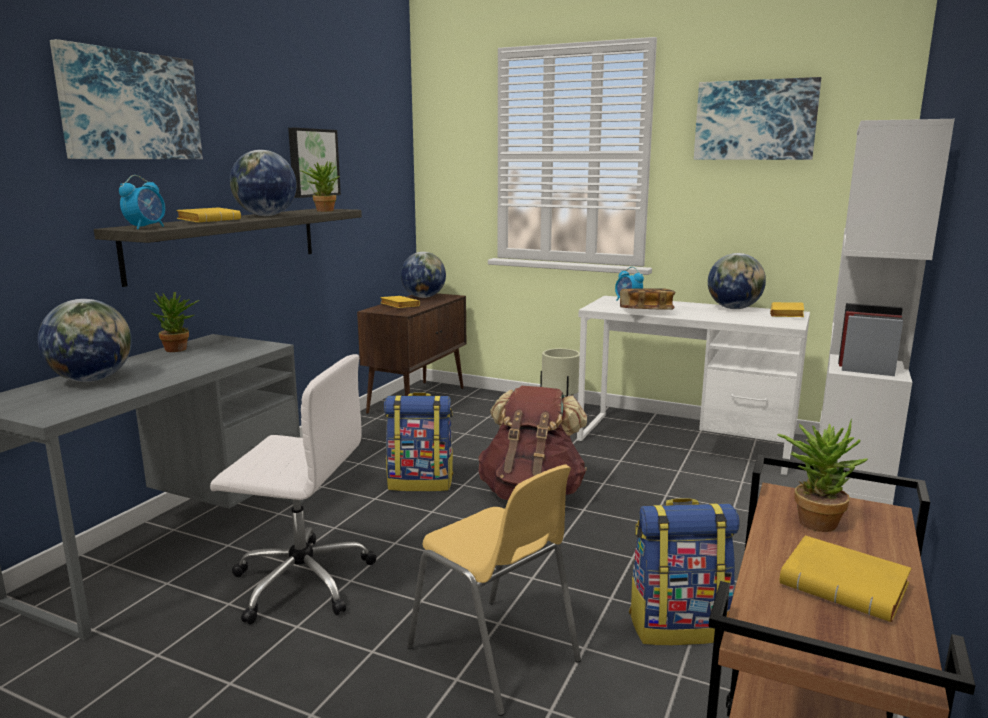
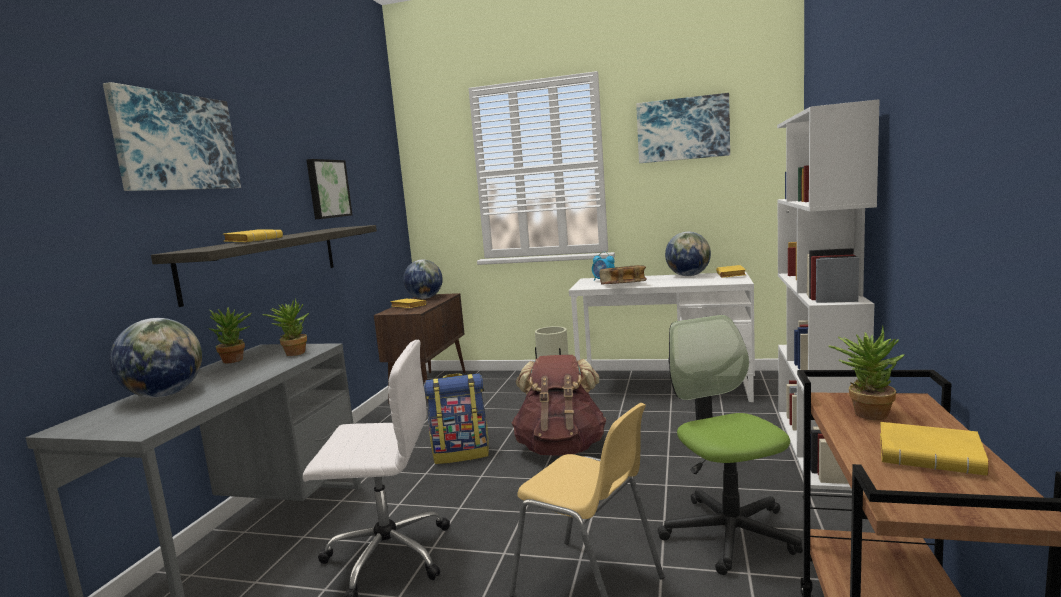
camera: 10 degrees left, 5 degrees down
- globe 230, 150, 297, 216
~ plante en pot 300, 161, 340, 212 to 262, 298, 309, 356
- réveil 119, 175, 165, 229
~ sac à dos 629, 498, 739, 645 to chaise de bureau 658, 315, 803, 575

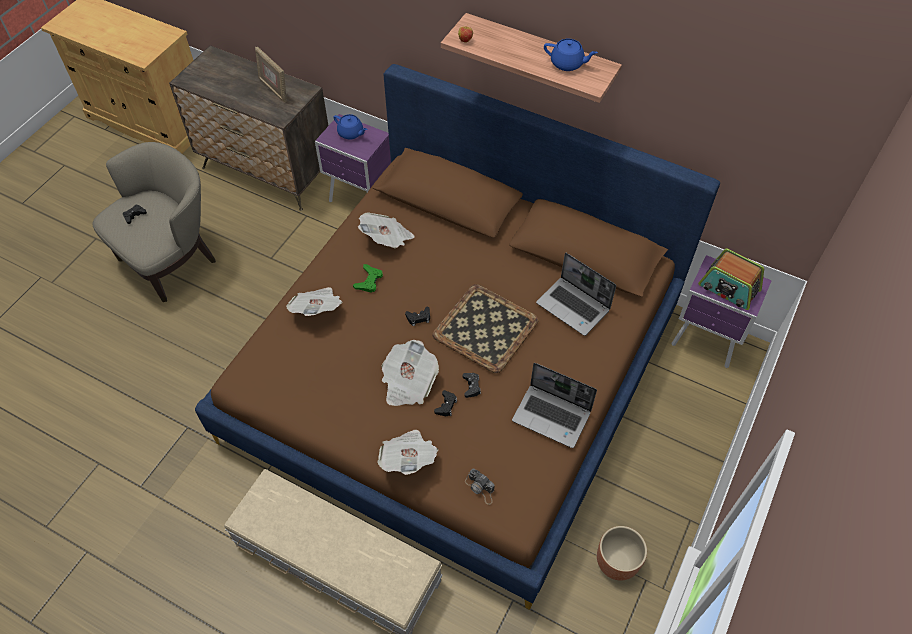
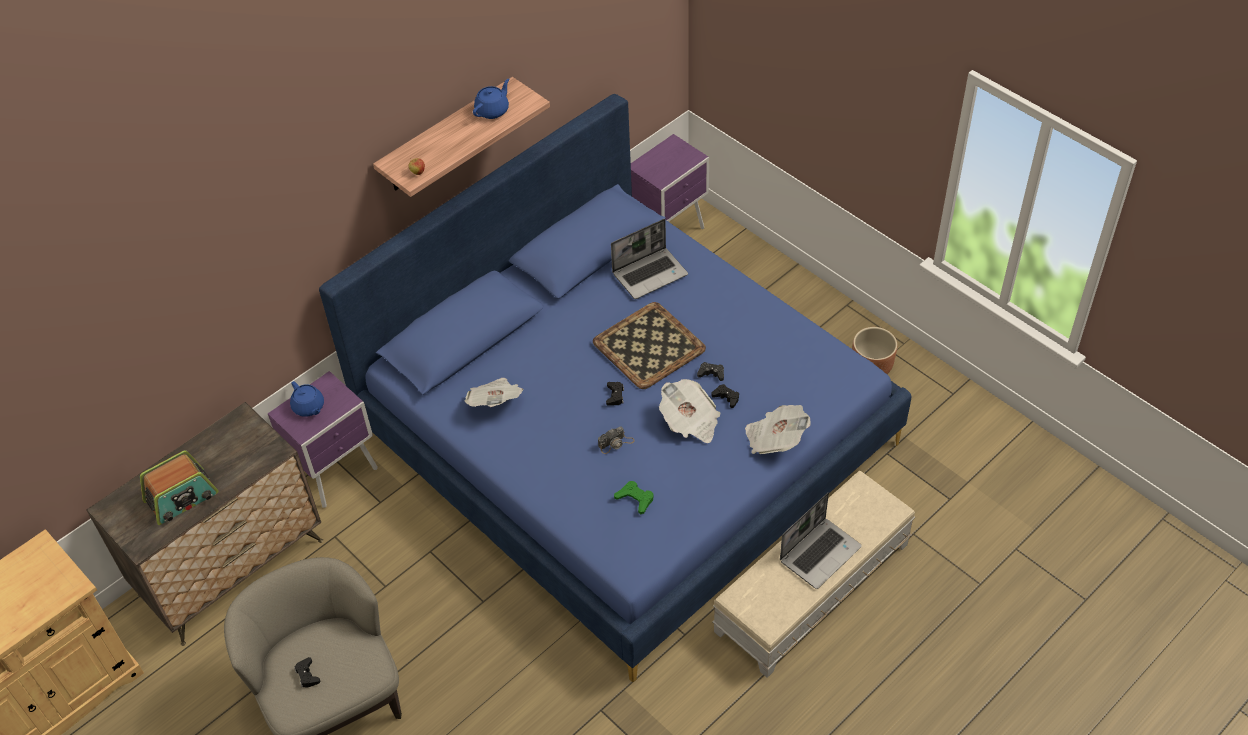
camera: 70 degrees left, 5 degrees down
- cadre photo 255, 47, 287, 103
~ lit/marron 195, 64, 720, 610 to lit/bleu 319, 94, 912, 682
~ théière/bleu 333, 114, 367, 140 = 290, 381, 324, 417 90 degrees clockwise
~ radio 698, 249, 764, 310 to 140, 450, 219, 525
~ manette/vert 353, 264, 383, 293 to 614, 481, 654, 514
- journal 286, 287, 343, 316
~ ordinateur portable 512, 363, 597, 448 to 780, 493, 862, 589
~ appareil photo 465, 469, 495, 505 to 598, 427, 635, 454

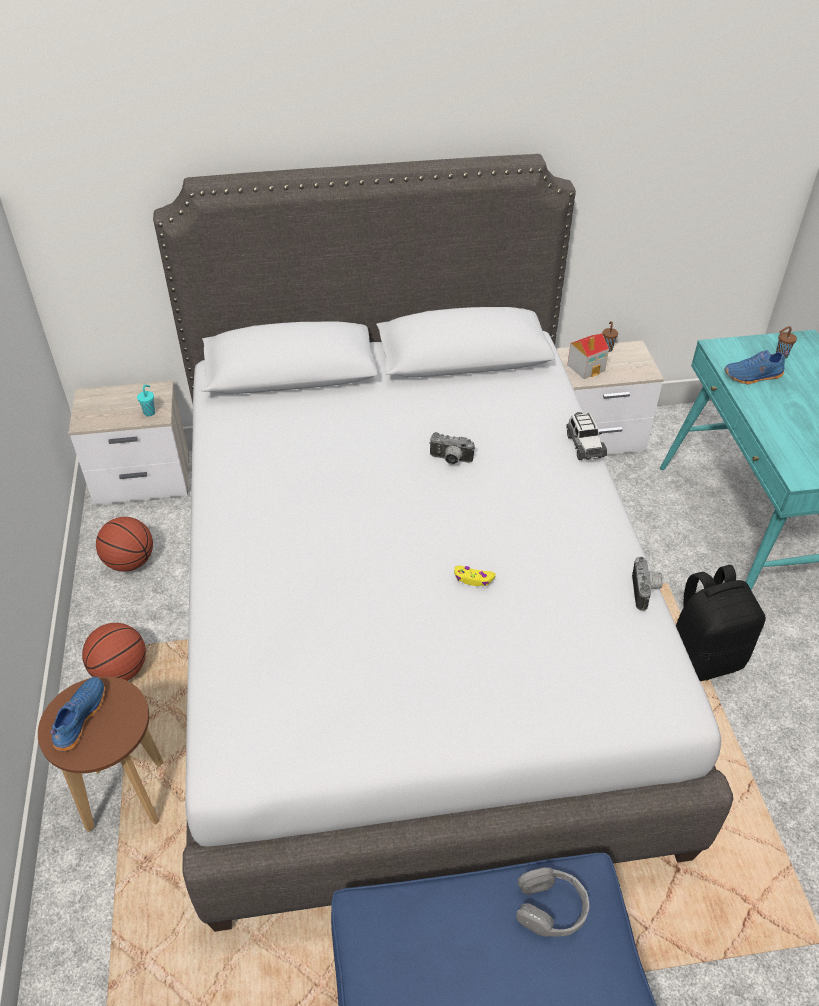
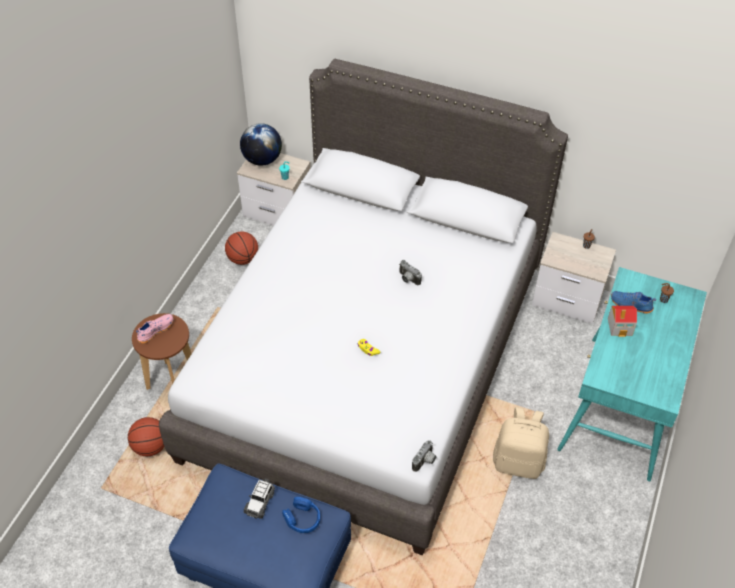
camera: 30 degrees right, 5 degrees up
~ maison miniature 567, 333, 609, 379 to 608, 306, 637, 337
~ petite voiture 566, 412, 607, 460 to 244, 479, 275, 519
~ appareil photo 632, 556, 663, 611 to 412, 440, 436, 472
~ sac à dos/noir 676, 565, 766, 681 to sac à dos/beige 493, 407, 549, 479
~ ballon de basket 82, 623, 146, 681 to 128, 417, 164, 456
~ chaussure/bleu 50, 677, 105, 751 to chaussure/rose 136, 314, 173, 343
~ casque audio/gris 516, 867, 590, 937 to casque audio/bleu 282, 497, 320, 533
+ globe 240, 123, 282, 166

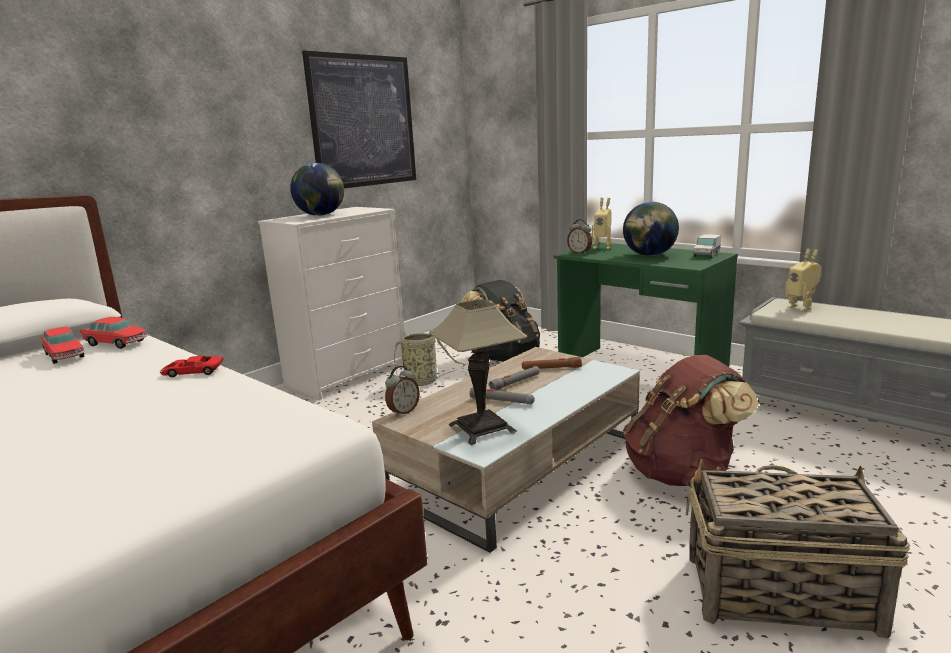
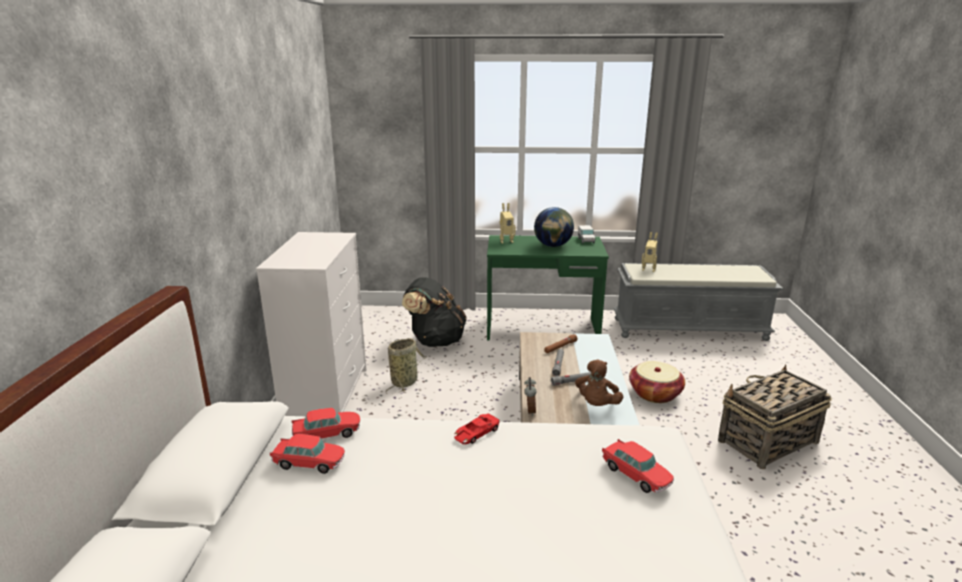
camera: 40 degrees left, 5 degrees up
- tableau 302, 51, 416, 188
- globe 290, 163, 344, 216
- réveil 567, 219, 592, 254
~ lampe de table 429, 299, 528, 445 to peluche/marron 575, 359, 623, 406
~ sac à dos/marron 623, 355, 759, 487 to panier 629, 361, 685, 403
+ petite voiture 602, 439, 674, 493

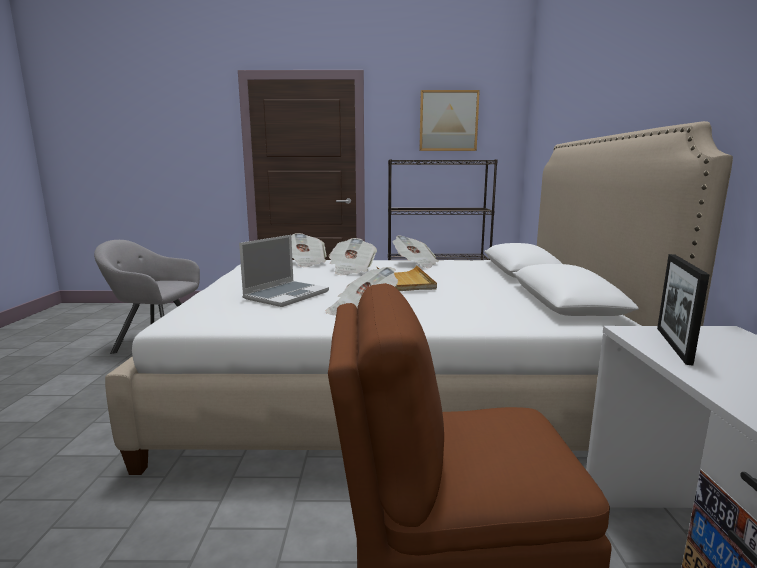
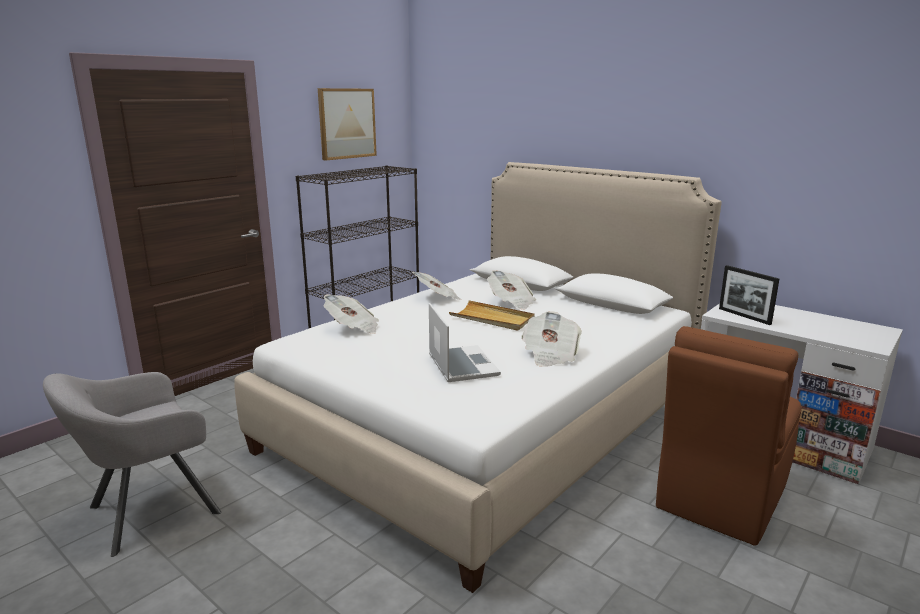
camera: 50 degrees left, 5 degrees up
~ journal 329, 238, 377, 275 to 487, 270, 536, 310

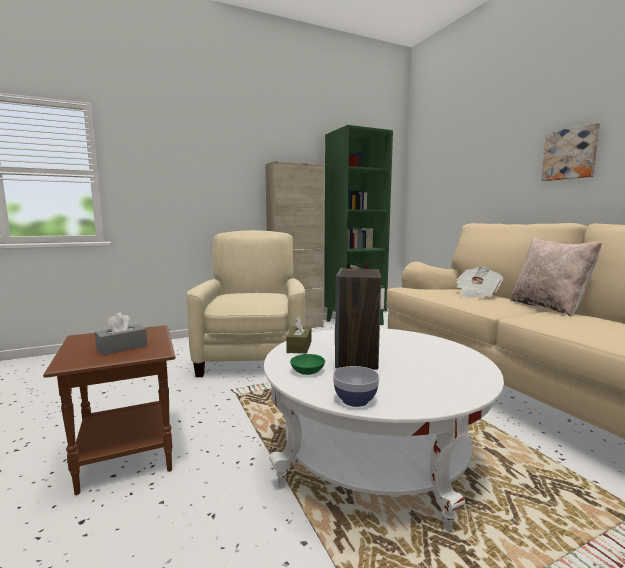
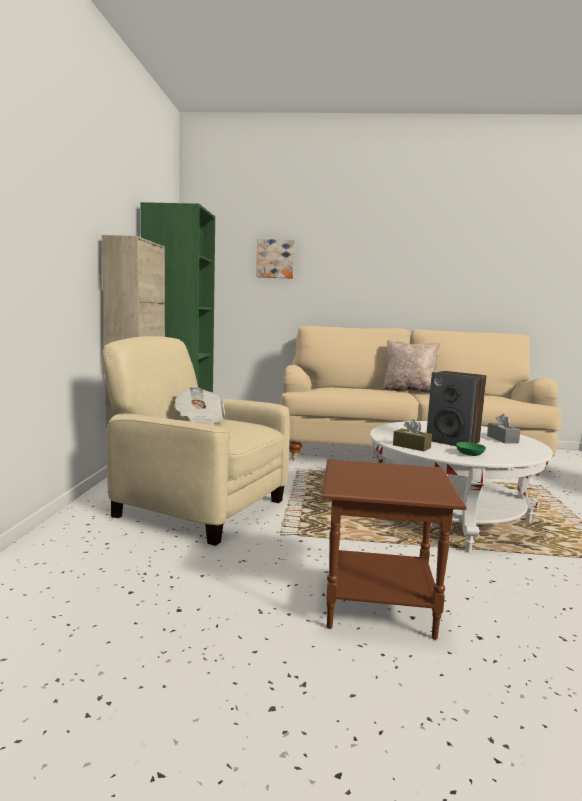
camera: 60 degrees left, 0 degrees up
~ tableau 541, 123, 600, 181 to 256, 239, 295, 279
~ journal 456, 267, 504, 298 to 174, 387, 225, 425
~ boîte à mouchoirs/gris 95, 312, 147, 355 to 487, 414, 520, 443
- bol 333, 366, 379, 407

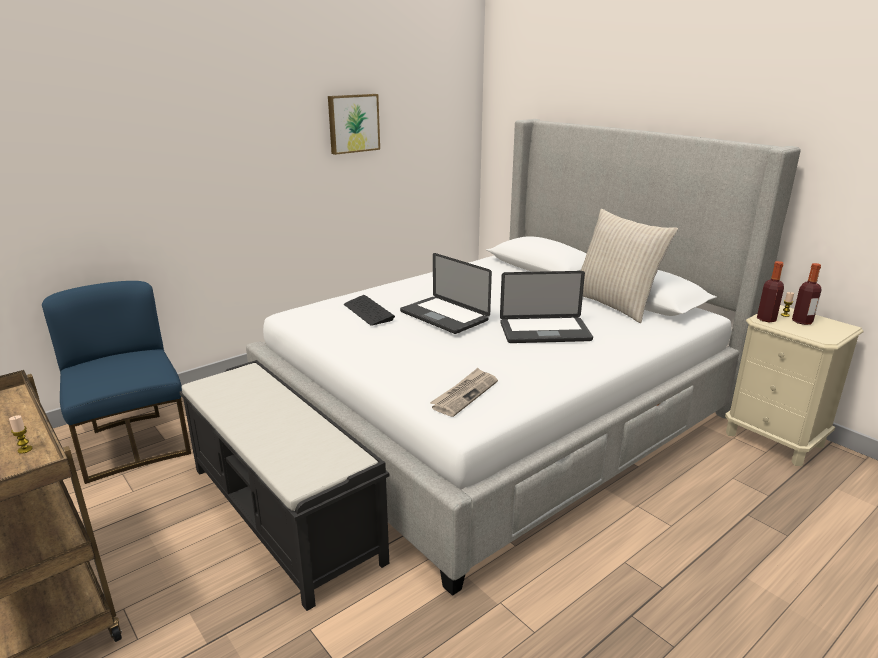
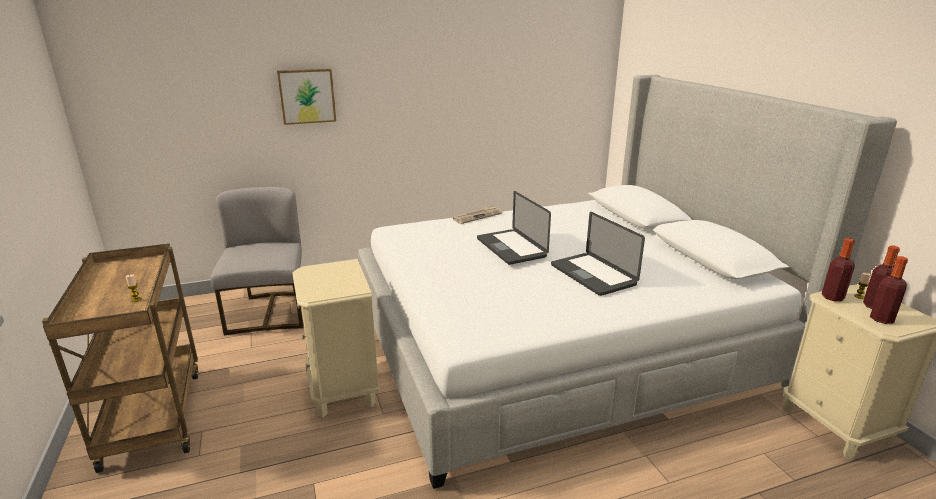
camera: 20 degrees right, 0 degrees up
~ tableau 328, 94, 380, 155 to 277, 69, 336, 125
- coussin/beige 581, 209, 678, 323
~ ordinateur portable 500, 271, 593, 343 = 551, 212, 645, 296 45 degrees clockwise
~ chaise/bleu 42, 281, 191, 484 to chaise/gris 211, 187, 304, 335
- clavier 344, 295, 395, 326
~ banc/noir 179, 360, 389, 611 to table de chevet/beige 292, 259, 380, 418
~ journal 430, 368, 498, 417 to 453, 205, 502, 224
+ bouteille 870, 256, 908, 324

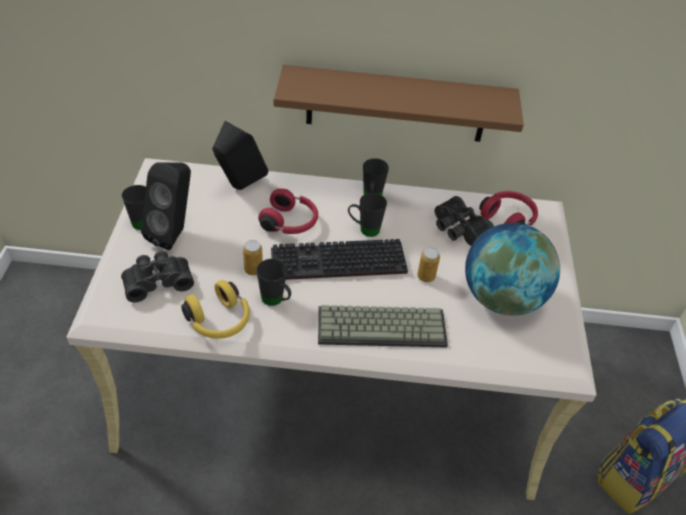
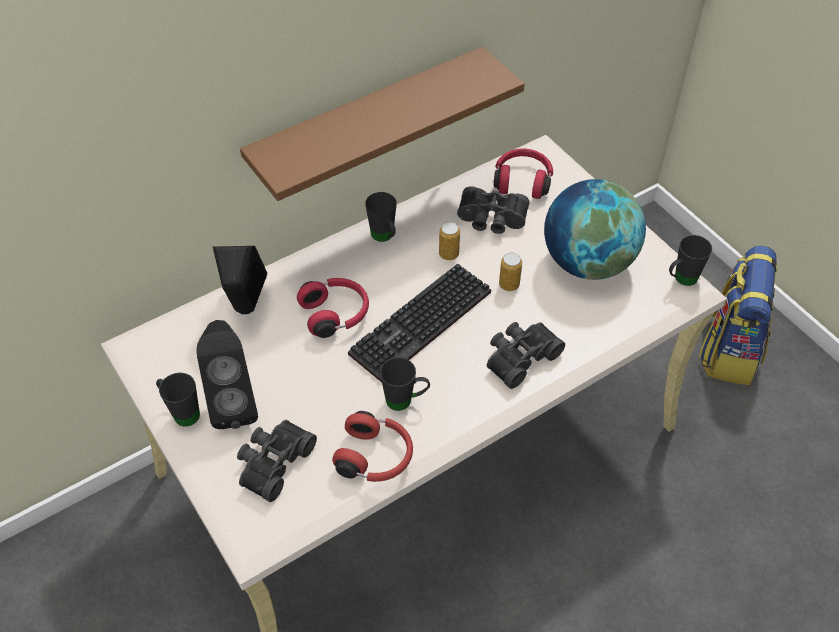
camera: 35 degrees left, 5 degrees up
~ mug/noir 348, 193, 387, 237 to 669, 235, 712, 286
~ boîte métallique 243, 240, 263, 275 to 439, 222, 460, 260
~ casque audio/jaune 181, 280, 250, 339 to casque audio/rouge 332, 411, 413, 482
~ clavier 318, 305, 448, 347 to jumelles/noir 487, 322, 565, 389

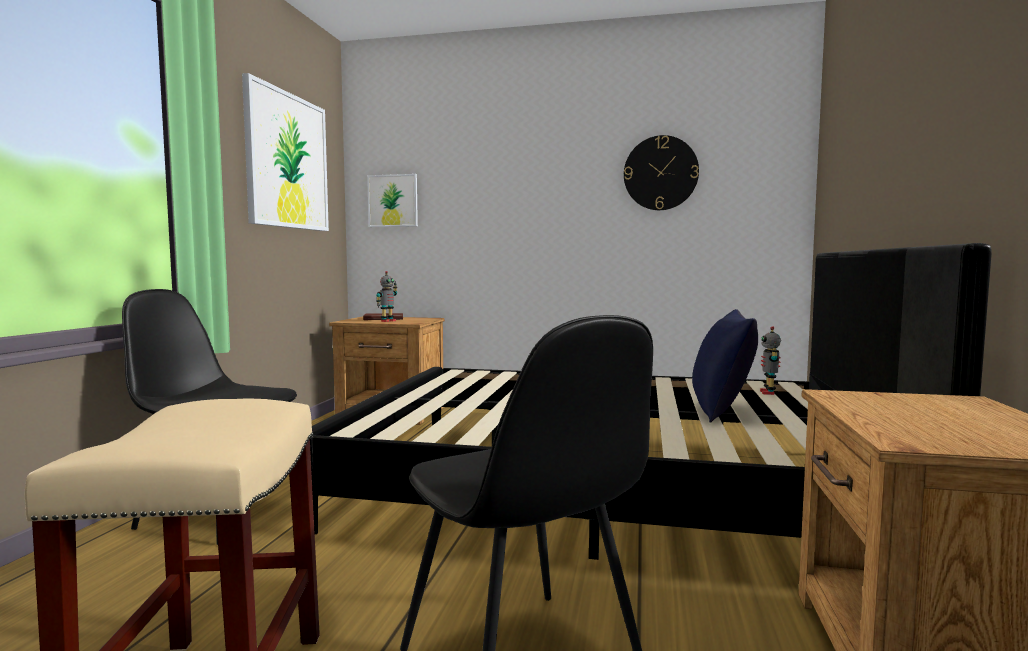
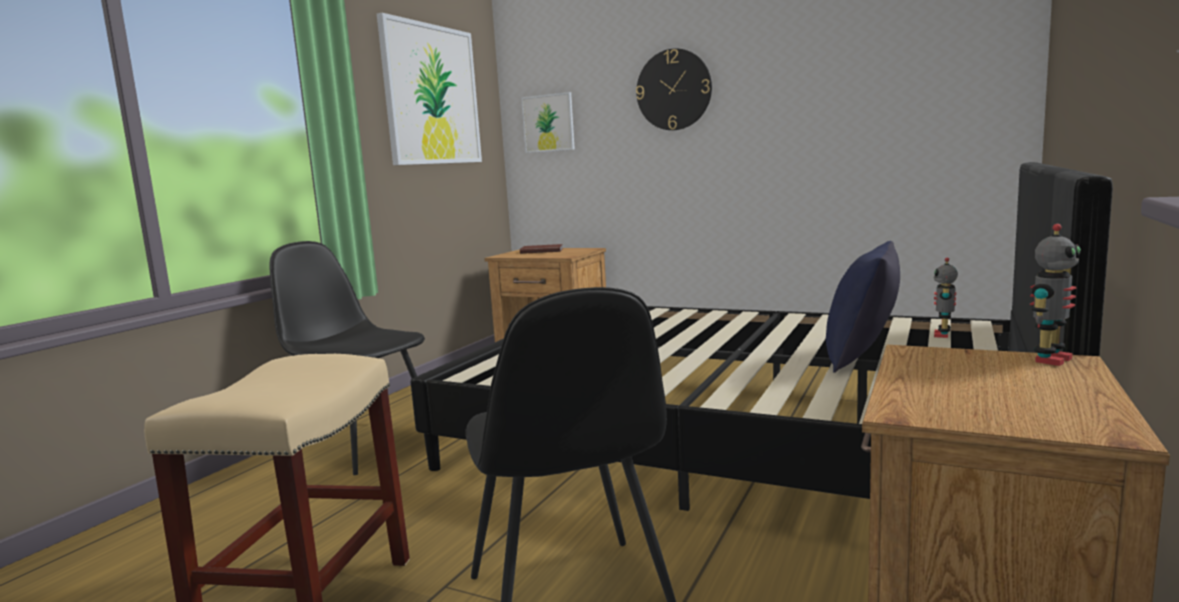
camera: 15 degrees right, 5 degrees up
~ horloge murale 624, 135, 699, 210 to 636, 48, 712, 130
~ robot jouet 376, 271, 397, 322 to 1029, 224, 1081, 366

